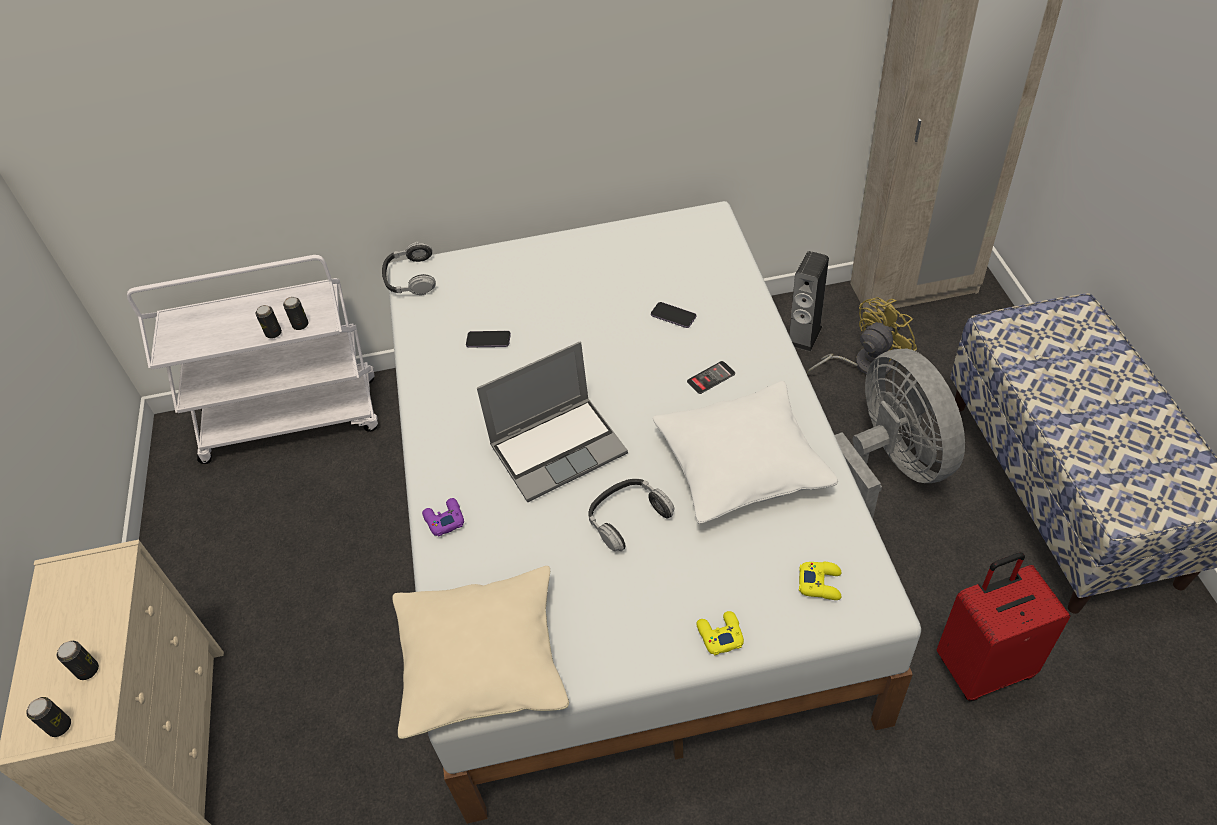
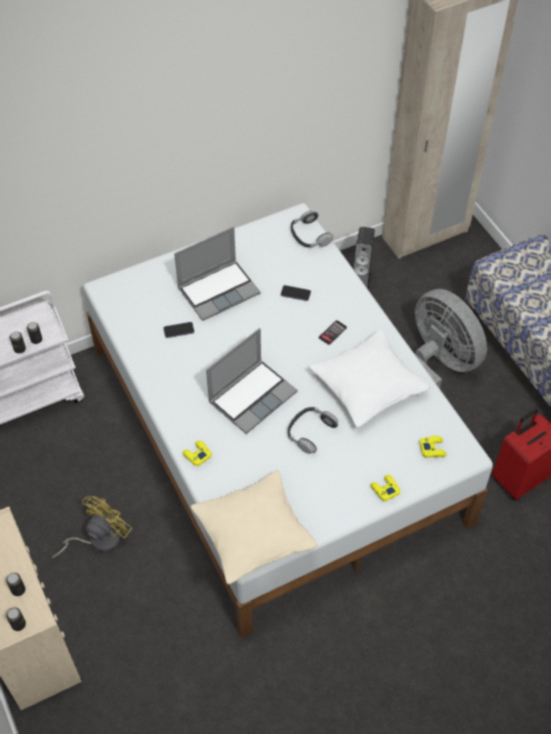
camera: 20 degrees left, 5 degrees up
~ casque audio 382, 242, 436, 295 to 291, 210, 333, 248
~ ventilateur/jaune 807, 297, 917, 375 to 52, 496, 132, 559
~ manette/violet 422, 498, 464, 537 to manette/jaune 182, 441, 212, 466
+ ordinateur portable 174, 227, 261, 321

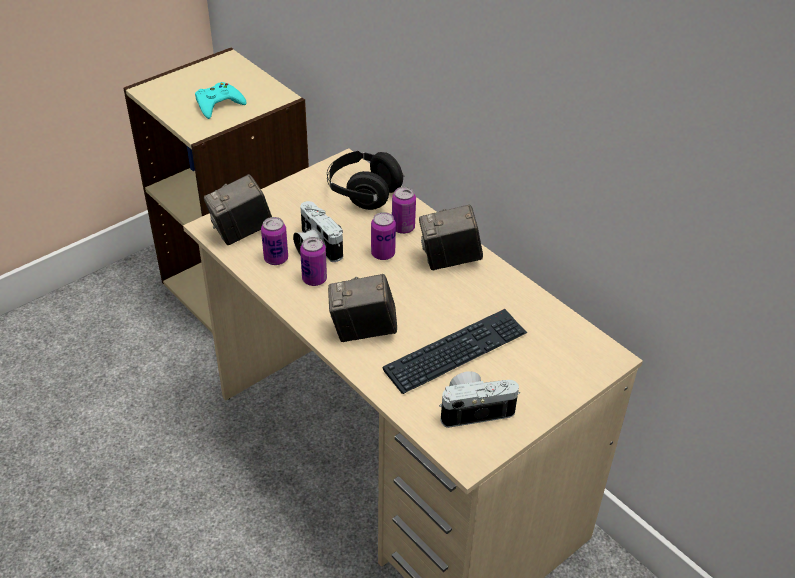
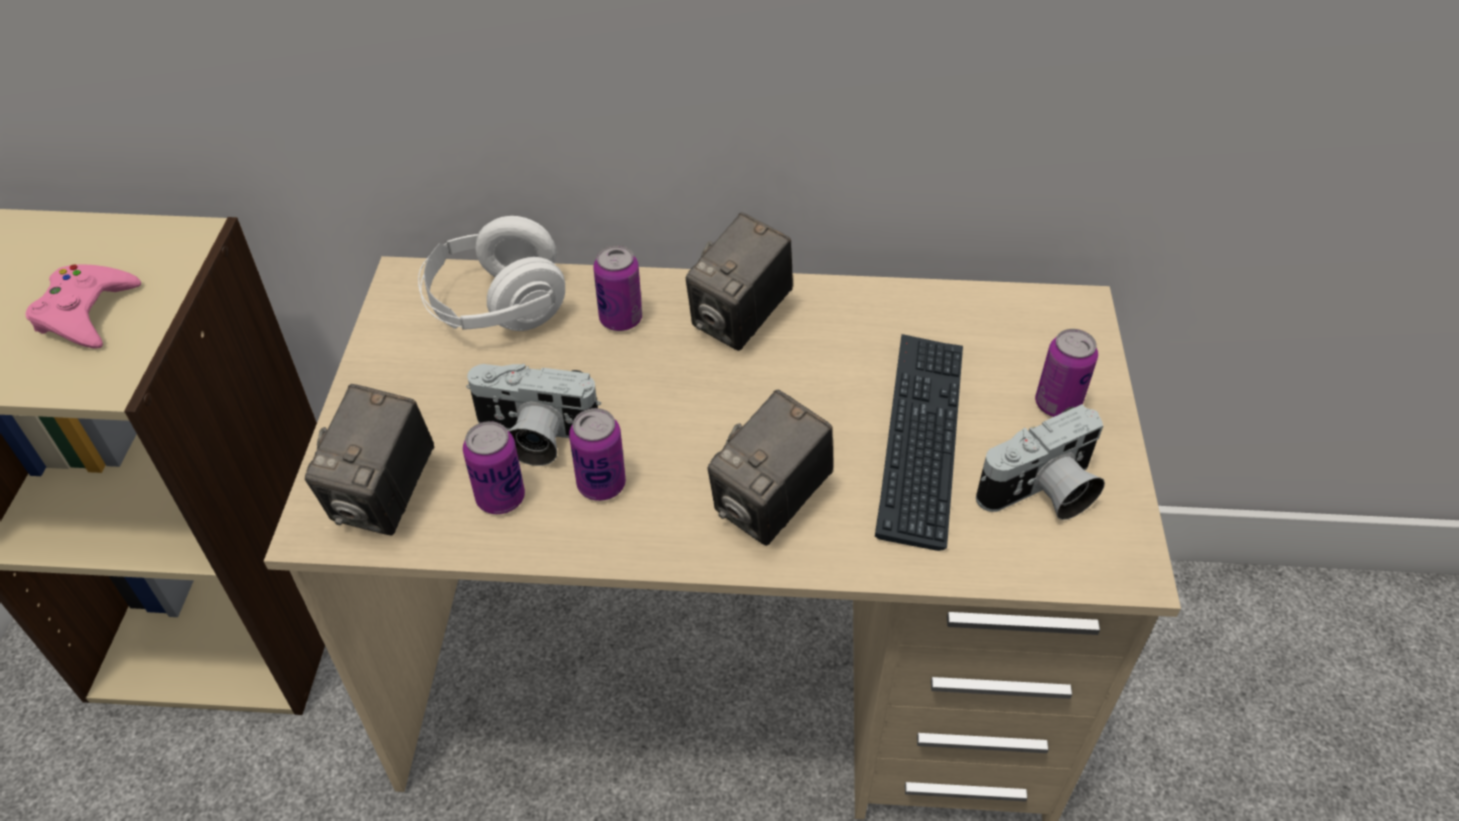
camera: 45 degrees left, 5 degrees up
~ manette/turquoise 195, 82, 246, 119 to manette/rose 26, 264, 141, 349
~ casque audio/noir 327, 151, 405, 210 to casque audio/blanc 418, 216, 565, 331
~ boîte métallique 371, 212, 396, 260 to 1035, 329, 1098, 417
~ appareil photo 439, 371, 520, 428 = 976, 404, 1105, 520 150 degrees counterclockwise

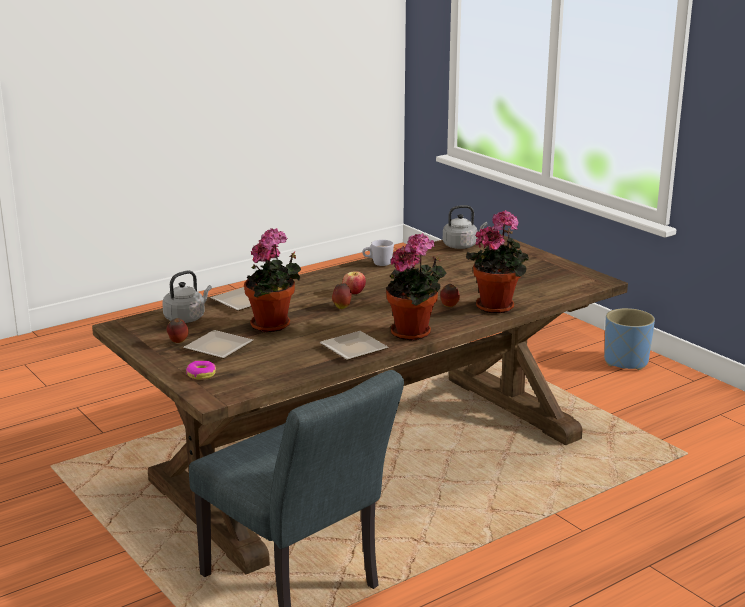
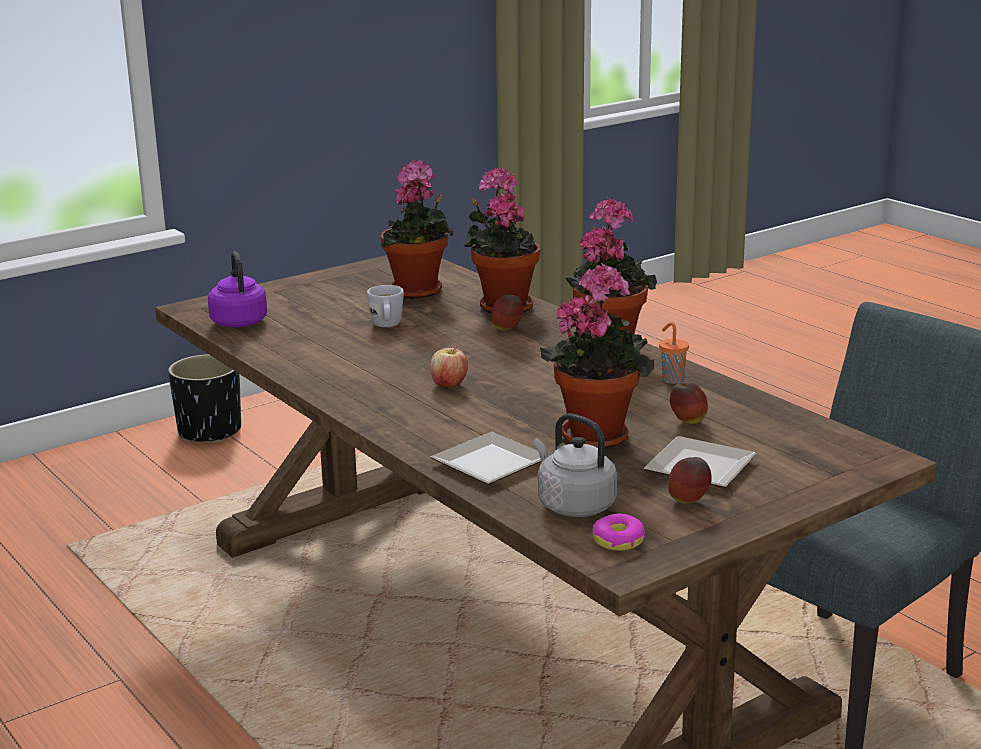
camera: 90 degrees left, 0 degrees up
~ bouilloire/gris 443, 205, 487, 249 to bouilloire/violet 208, 252, 267, 327
~ mug/blanc 362, 240, 394, 266 to 367, 285, 404, 327
~ pomme 332, 283, 352, 309 to 670, 381, 708, 424
~ cache-pot/bleu 604, 308, 655, 370 to cache-pot/noir 168, 354, 241, 443
~ assiette 319, 331, 389, 360 to tasse/orange 659, 322, 689, 384
~ beignet 186, 361, 216, 380 to 593, 514, 645, 551
+ plante en pot 380, 160, 453, 299

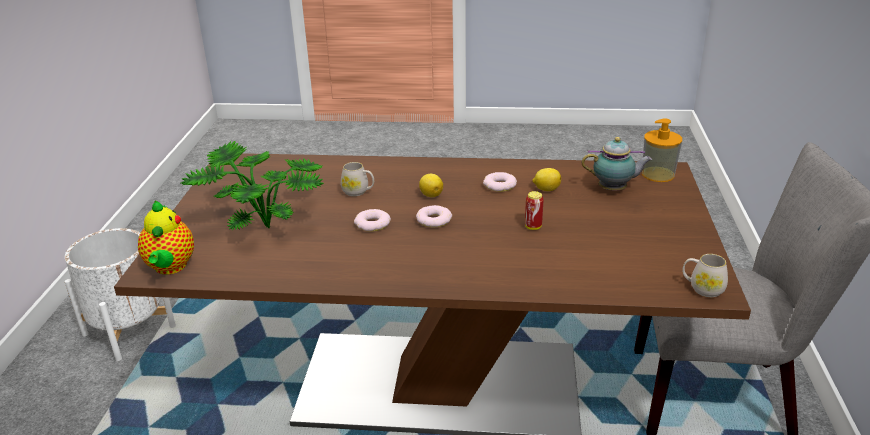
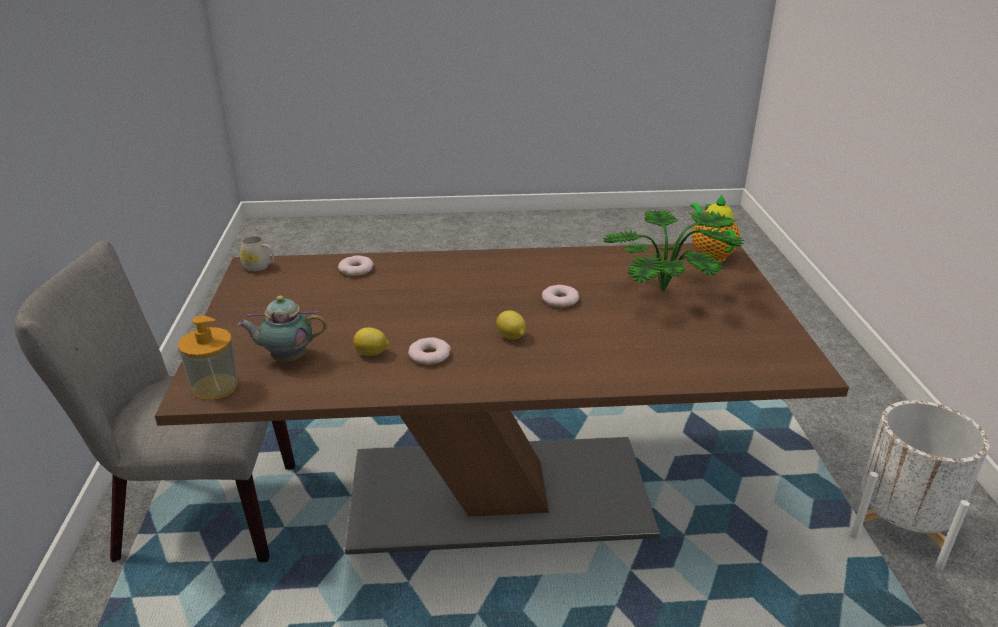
camera: 170 degrees right, 0 degrees up
- mug/blanc 341, 162, 374, 196
- boîte métallique 525, 191, 544, 230
~ beignet 416, 205, 452, 228 to 338, 255, 374, 276

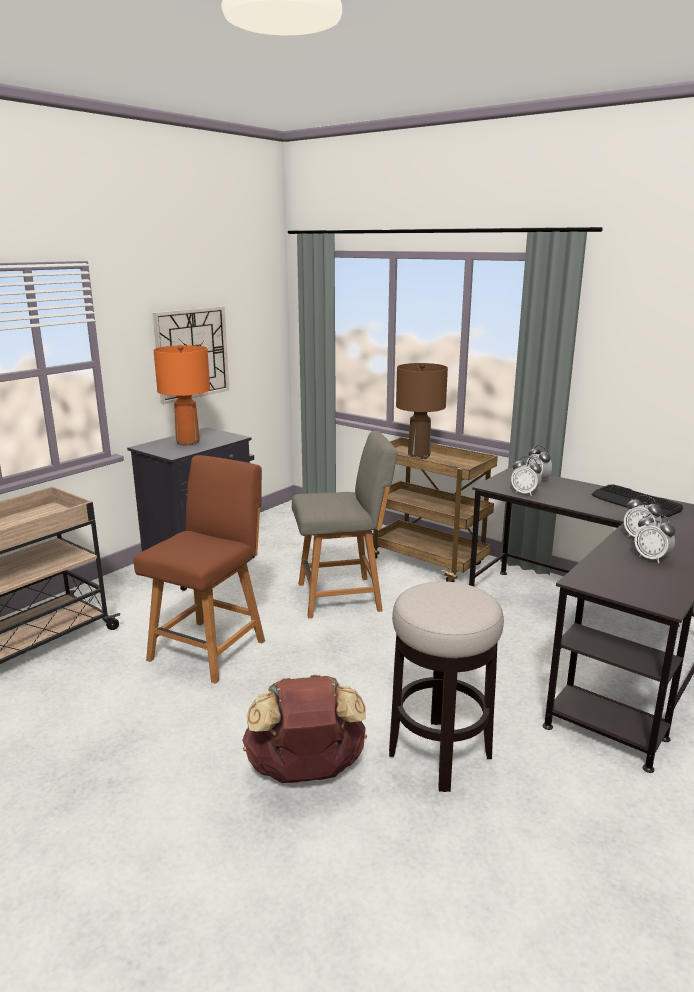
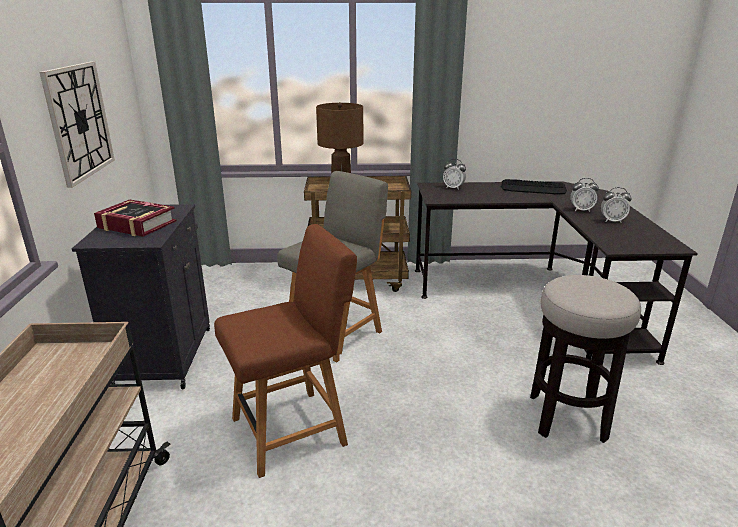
camera: 40 degrees left, 5 degrees up
~ lampe de table/orange 154, 345, 210, 445 to livre 94, 200, 177, 237
~ chaise/marron 134, 455, 265, 684 = 214, 224, 357, 478 75 degrees clockwise
- réveil 511, 456, 542, 496
- sac à dos/marron 242, 675, 367, 783

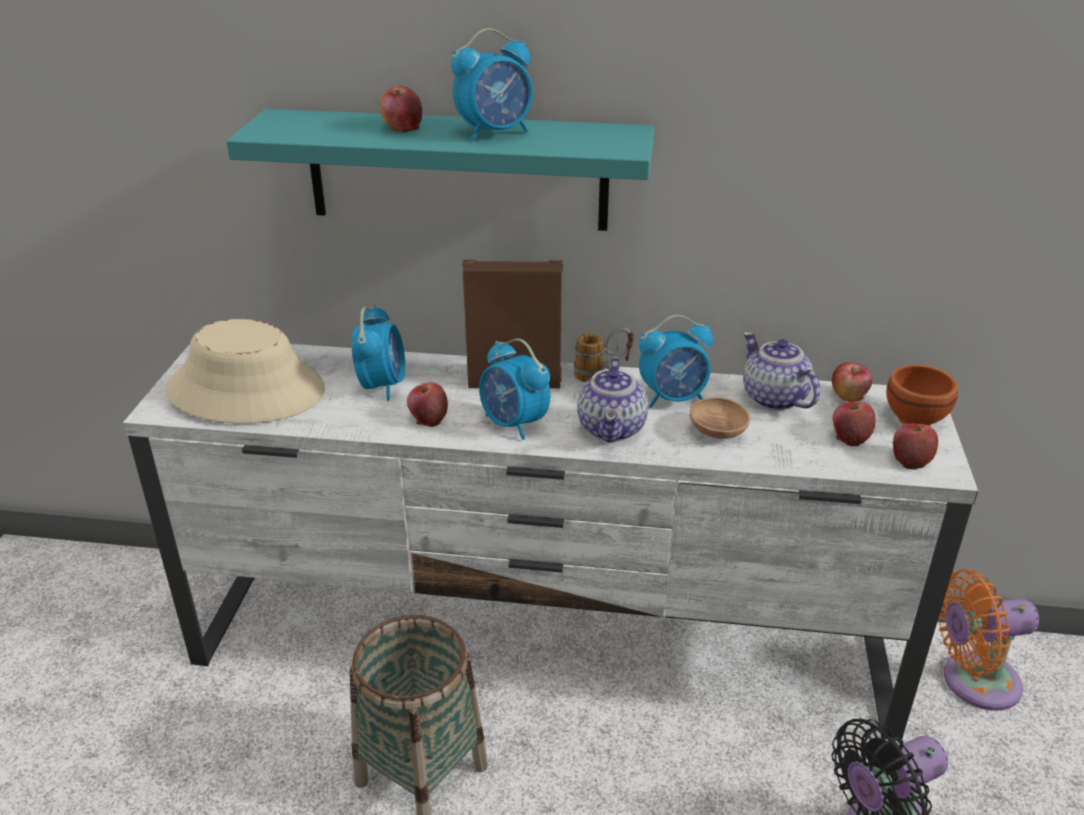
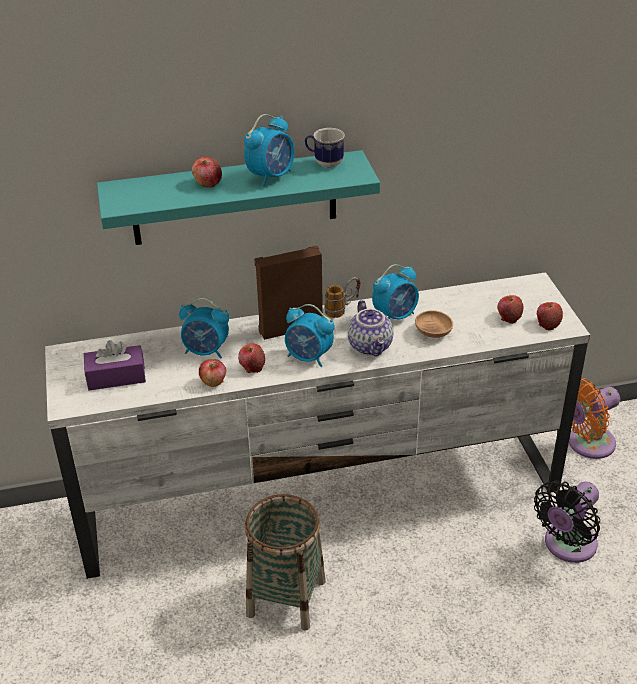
camera: 20 degrees left, 5 degrees up
~ réveil 352, 305, 405, 401 = 179, 298, 229, 358 120 degrees clockwise
~ chapeau/beige 166, 319, 325, 424 to boîte à mouchoirs/violet 84, 340, 146, 390
- théière 743, 332, 820, 411
~ pomme 832, 362, 873, 402 to 199, 359, 226, 387
- bol/marron 886, 365, 958, 426
+ mug 305, 128, 345, 168

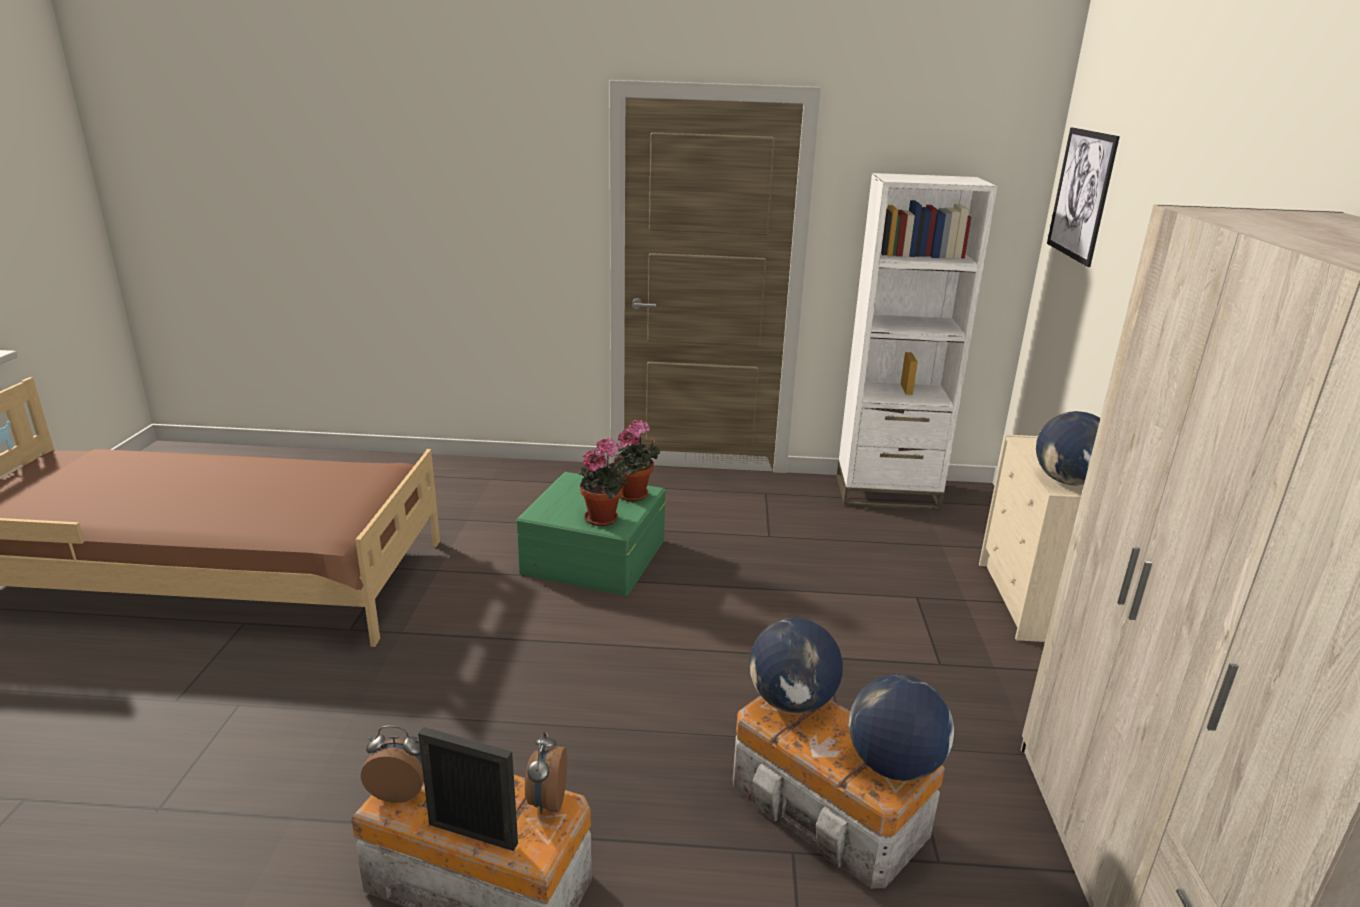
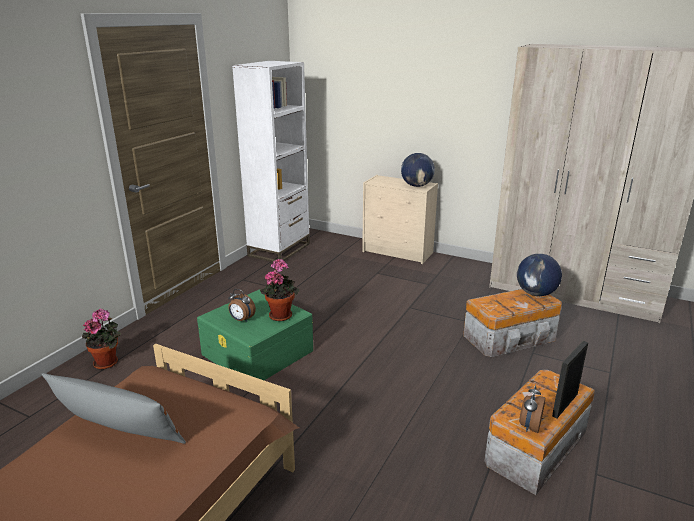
camera: 65 degrees left, 0 degrees up
- tableau 1047, 127, 1120, 267
~ plante en pot 613, 419, 660, 502 to 82, 309, 121, 369
- globe 749, 618, 843, 713
~ réveil 525, 732, 567, 814 to 228, 289, 256, 322
+ coussin/gris 42, 373, 186, 444

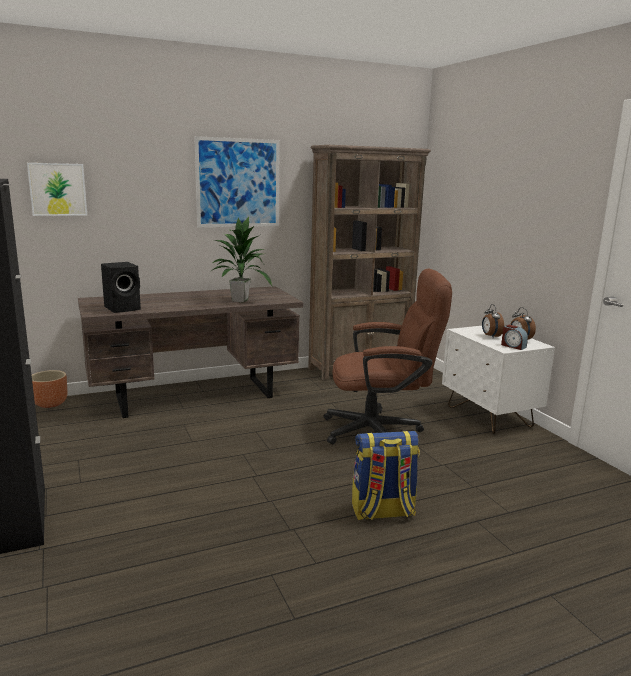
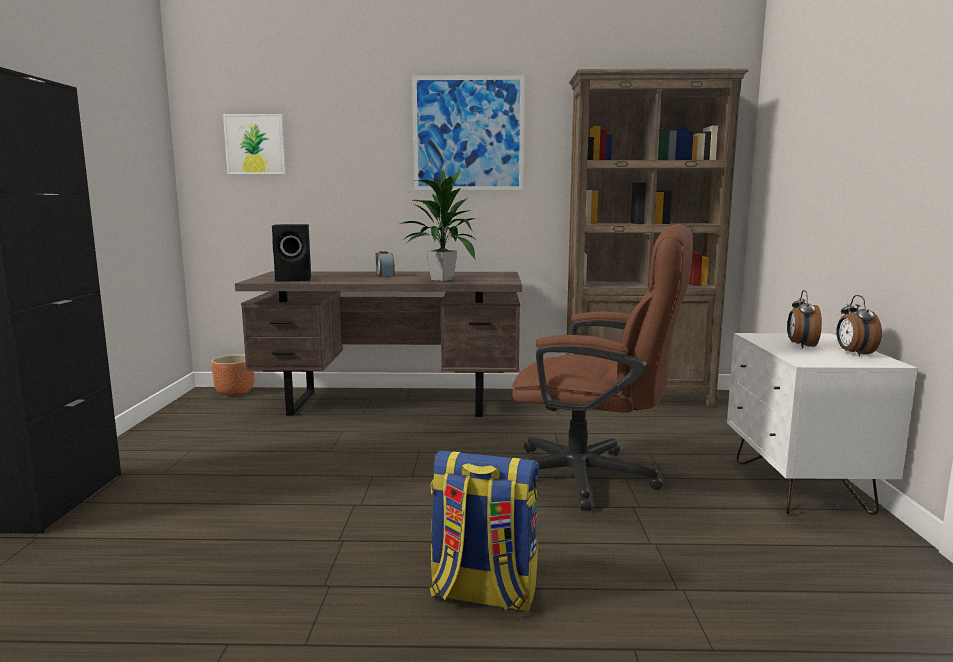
camera: 25 degrees right, 5 degrees down
~ réveil 501, 325, 528, 350 to 376, 251, 395, 277

